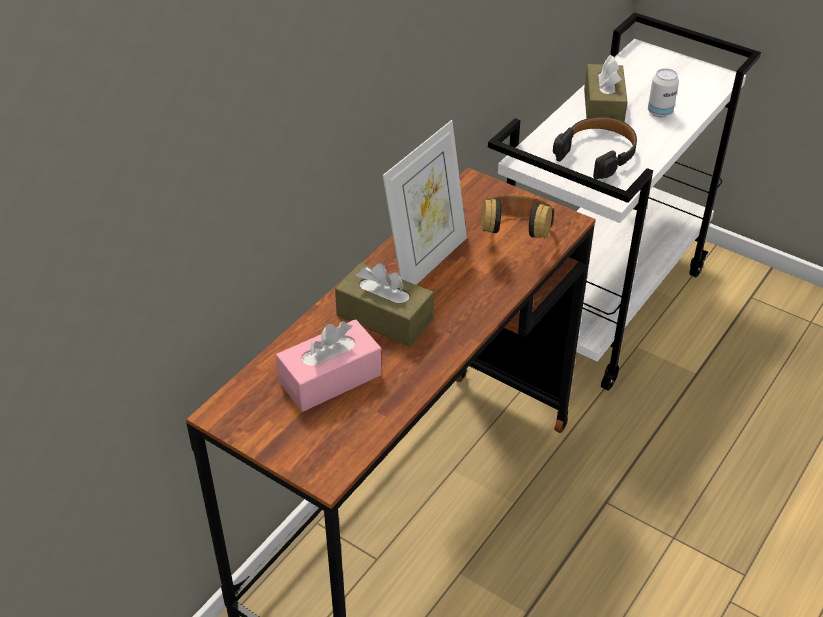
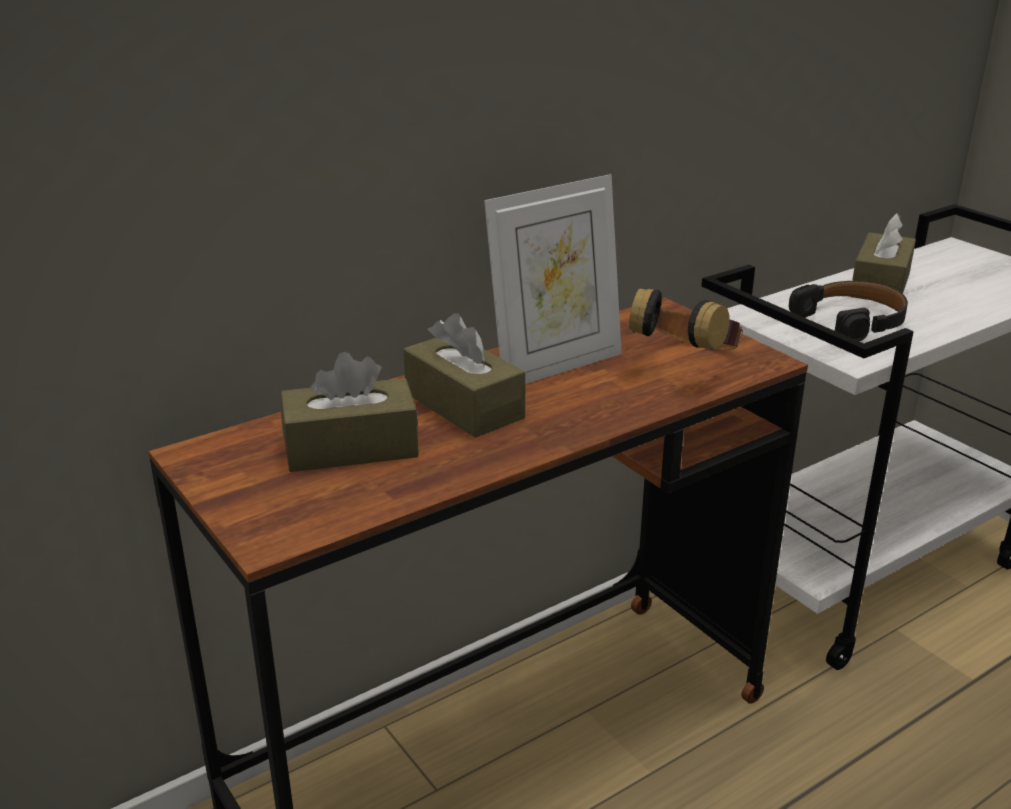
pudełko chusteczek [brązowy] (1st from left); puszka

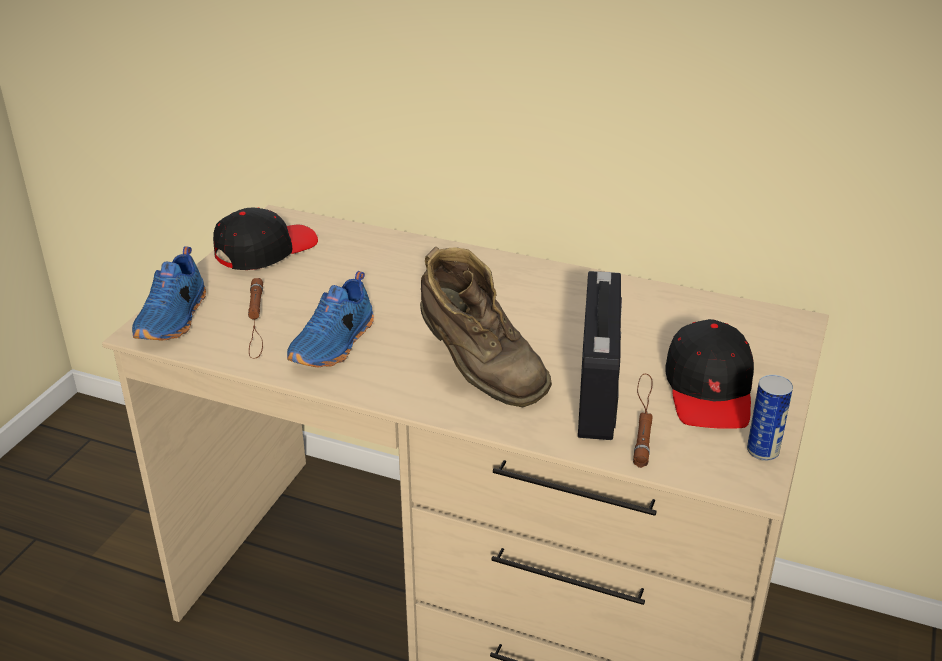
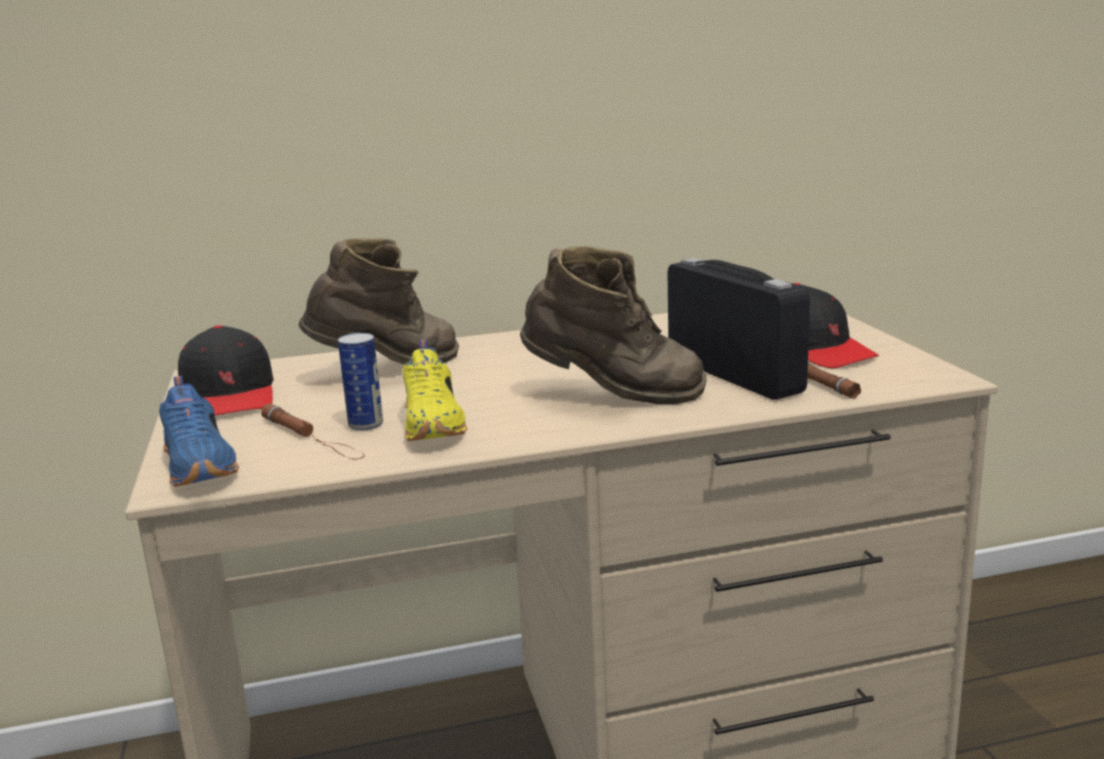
czapka z daszkiem [czarny] (1st from left); but z cholewką [brązowy] (1st from left); puszka; but [żółty]

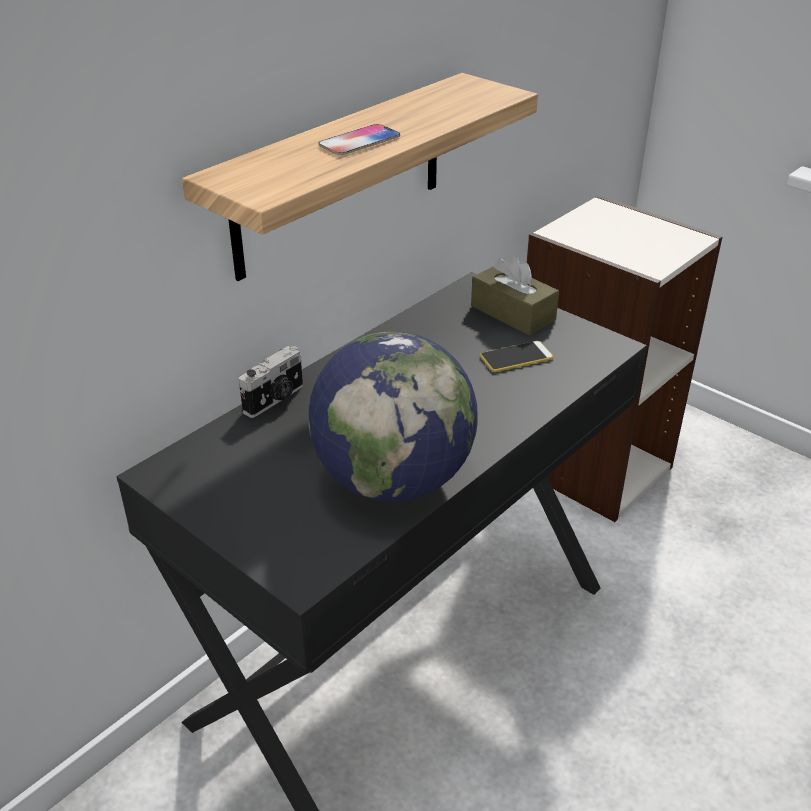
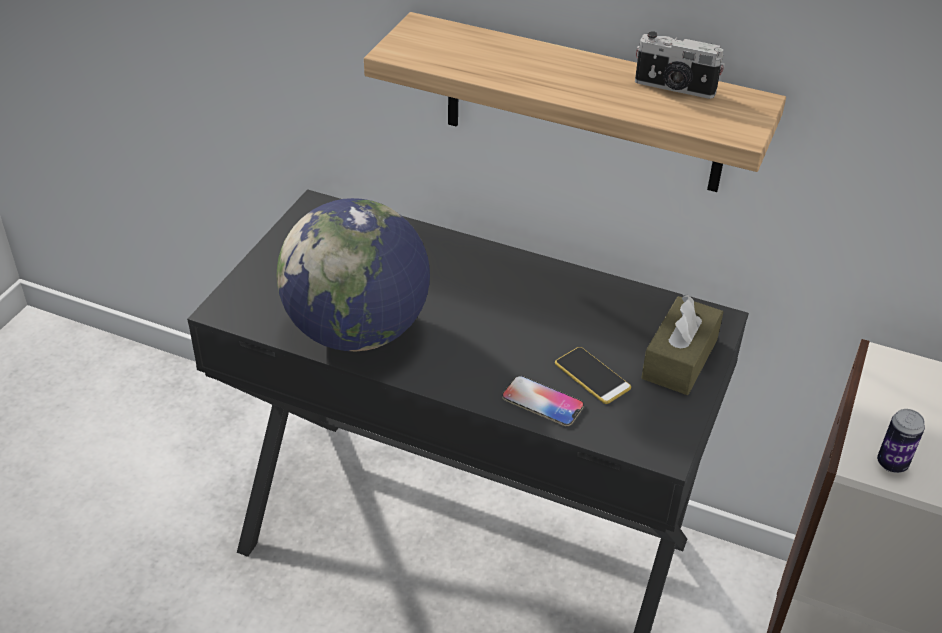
telefon (1st from left); aparat fotograficzny; puszka

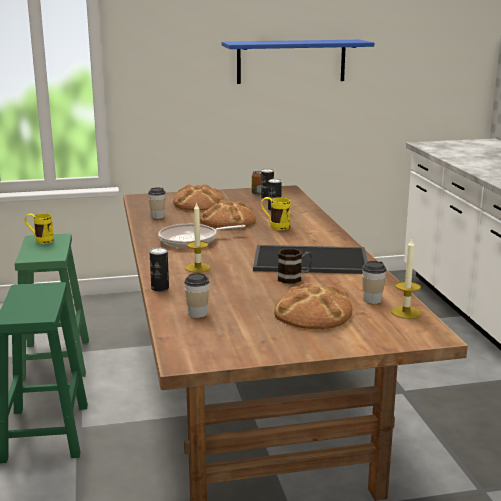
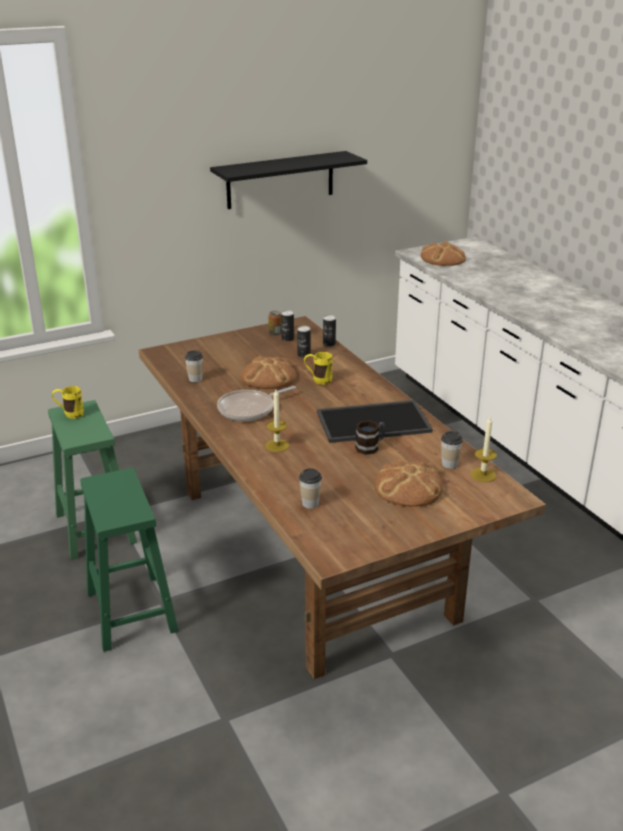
półka [czarny]; puszka (4th from left); chleb (3rd from left)

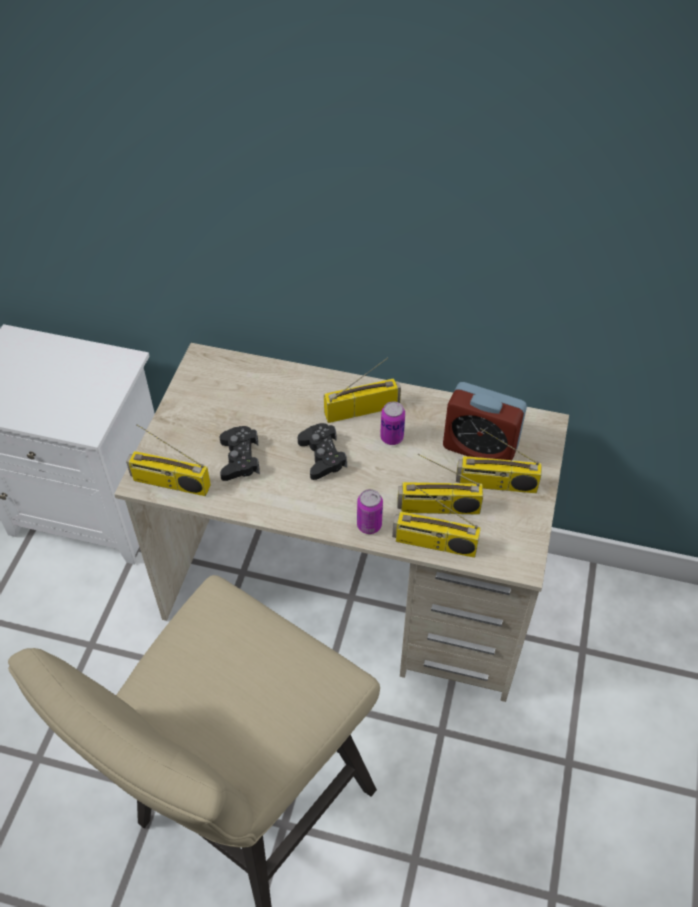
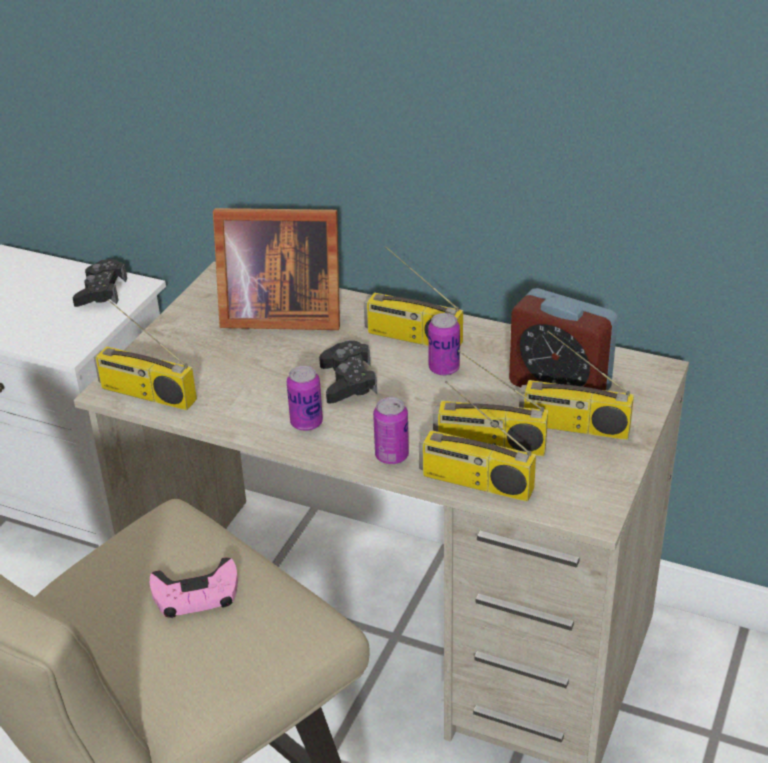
pad do gier [czarny] (1st from left); pad do gier [różowy]; ramka na zdjęcie; puszka (1st from left); radio (2nd from left)

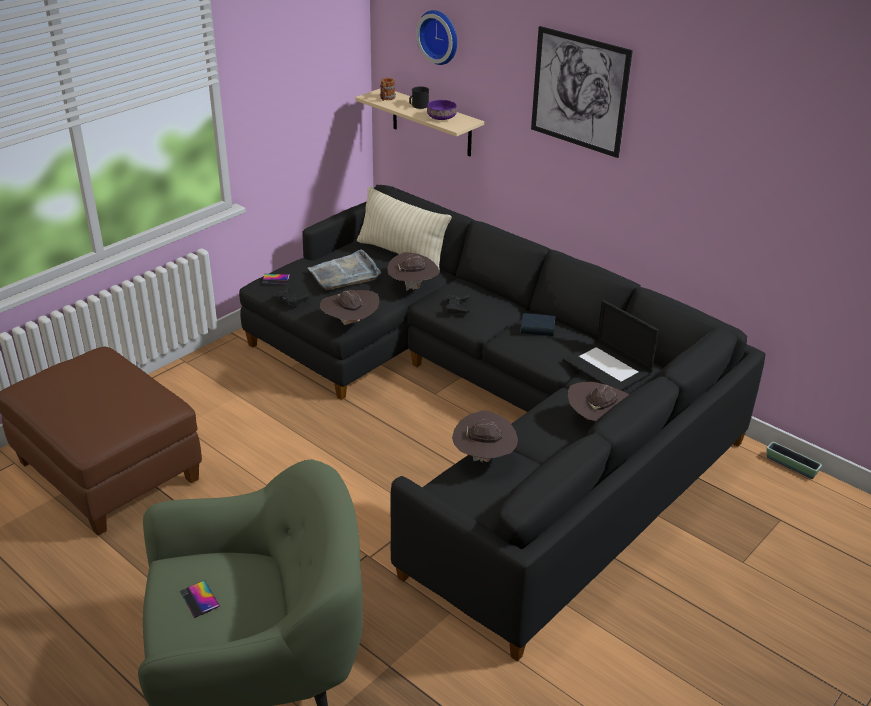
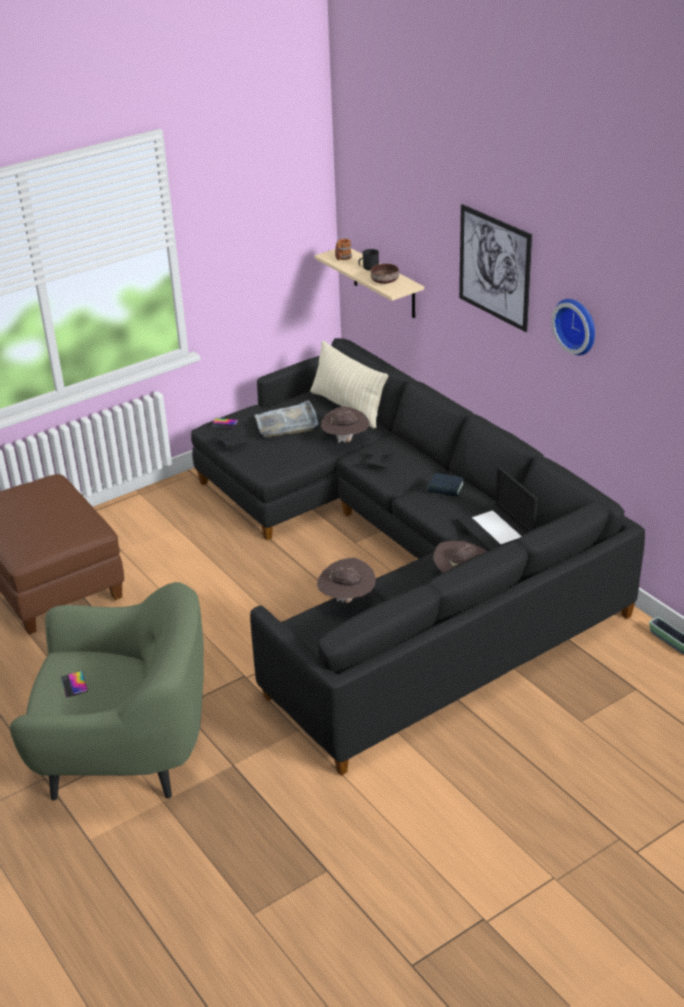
miska [brązowy]; zegar ścienny; kapelusz [brązowy] (1st from left in the first image)

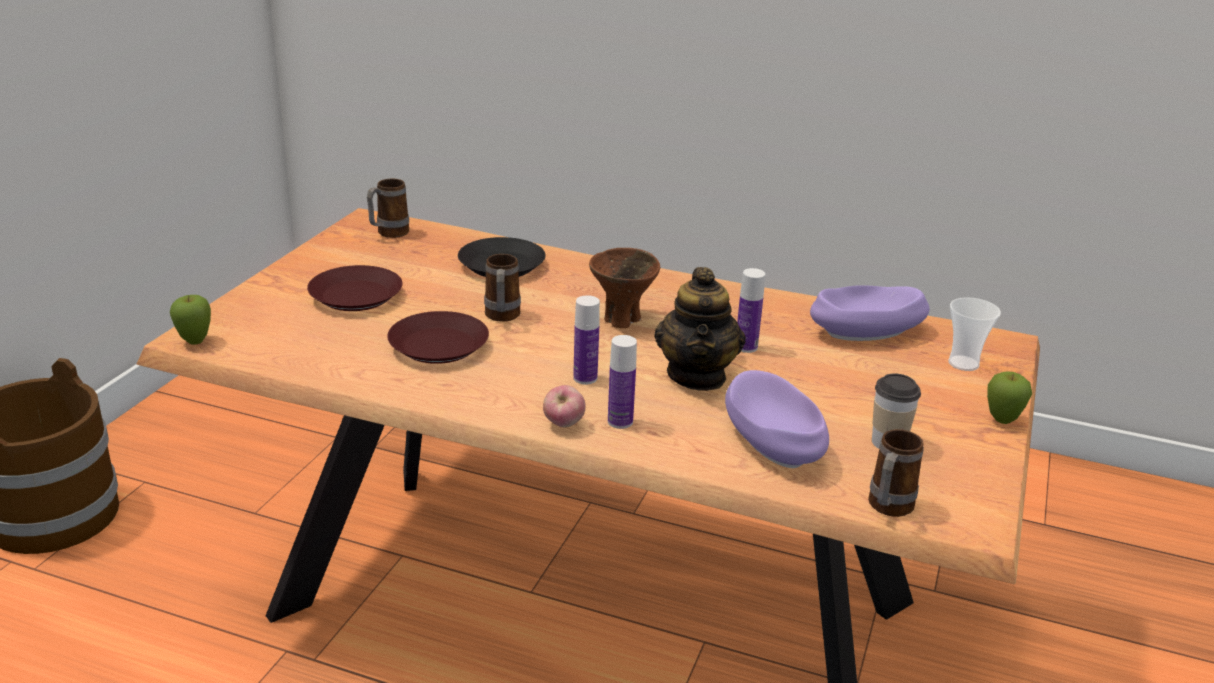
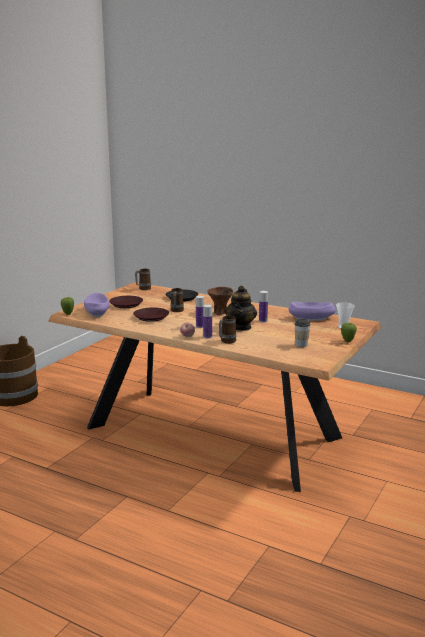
miska [fioletowy] (1st from left); kubek (3rd from left)

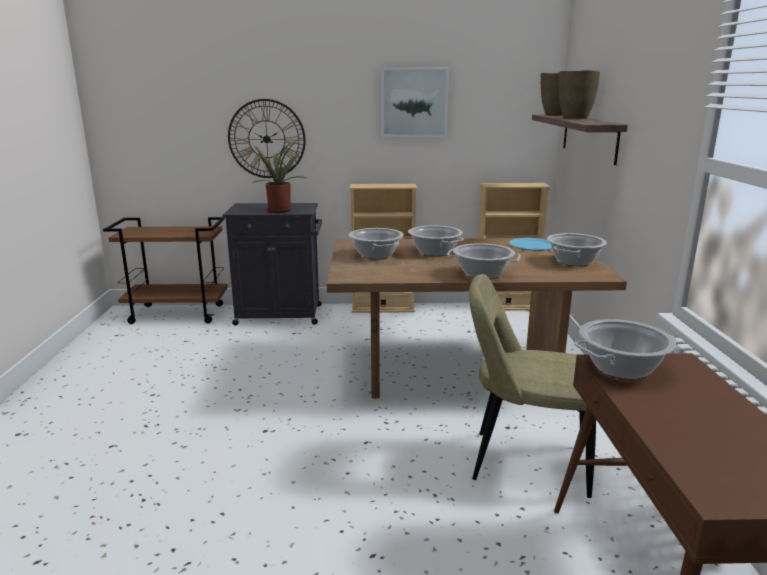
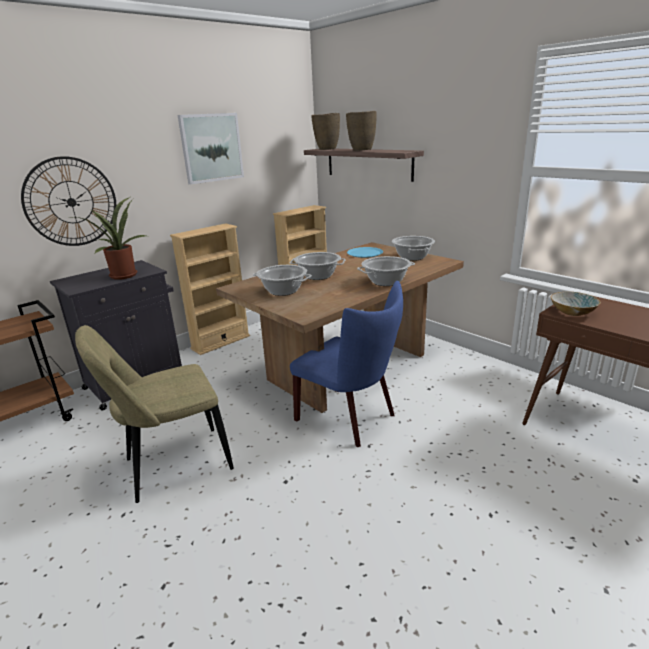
krzesło [beżowy]; krzesło [niebieski]; miska

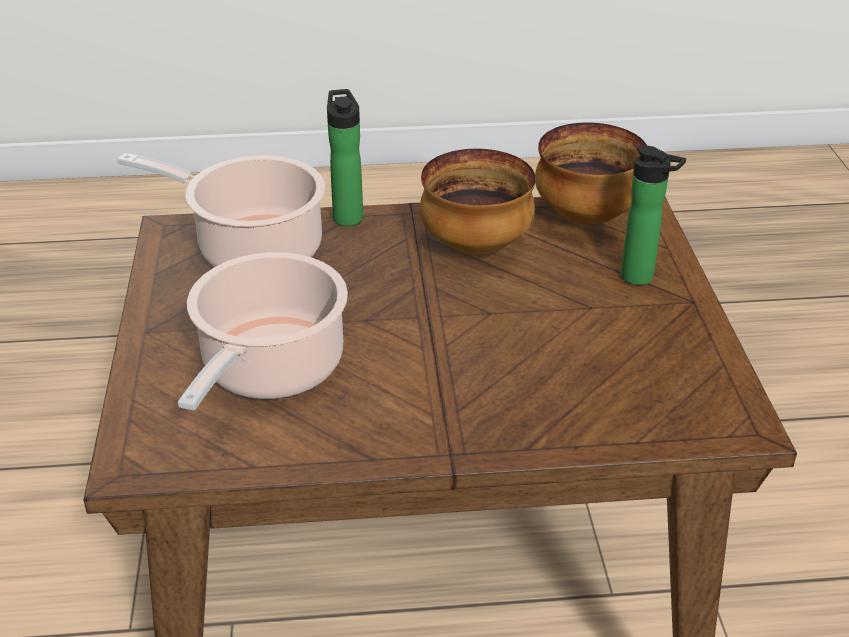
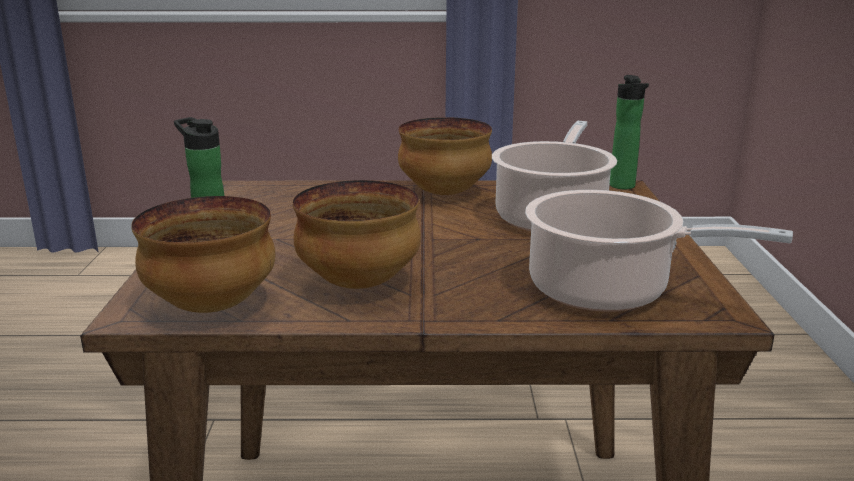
miska (3rd from left); butelka (2nd from left)

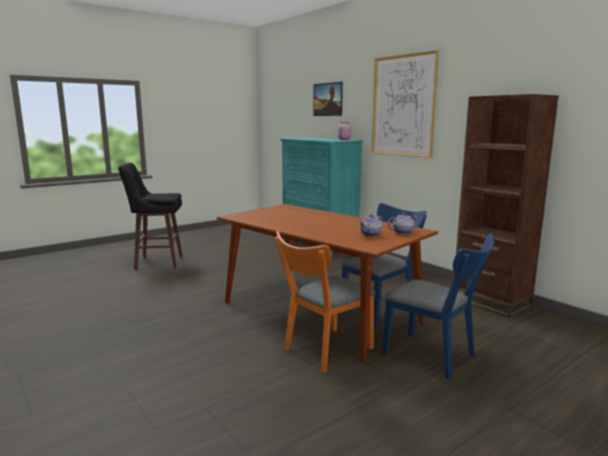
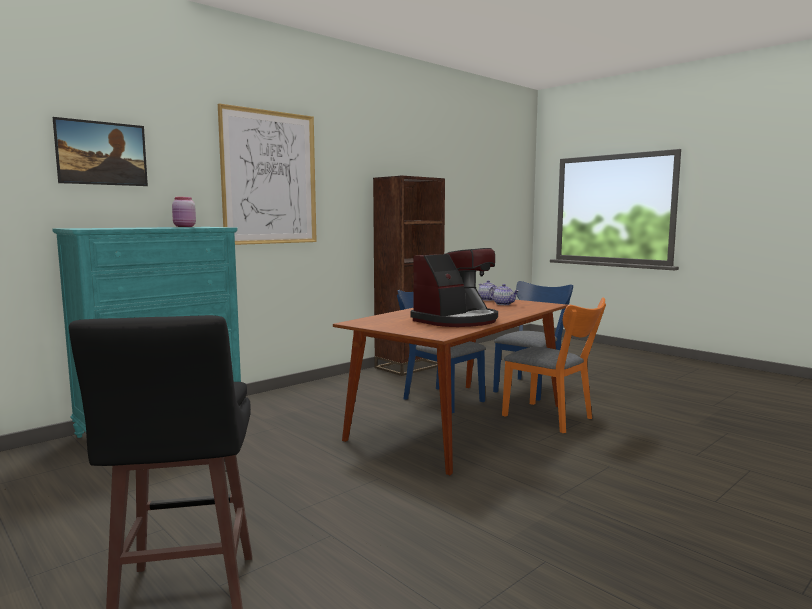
ekspres do kawy

